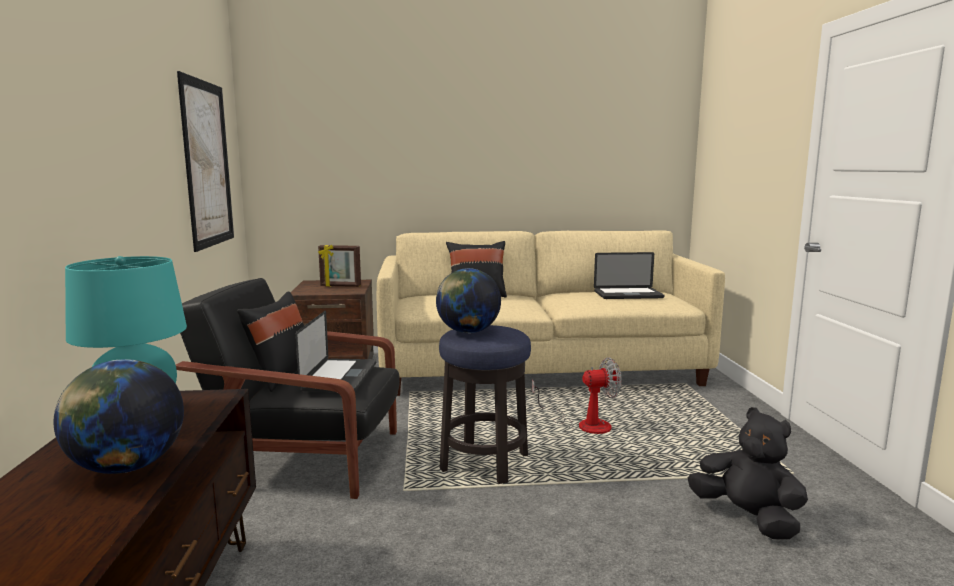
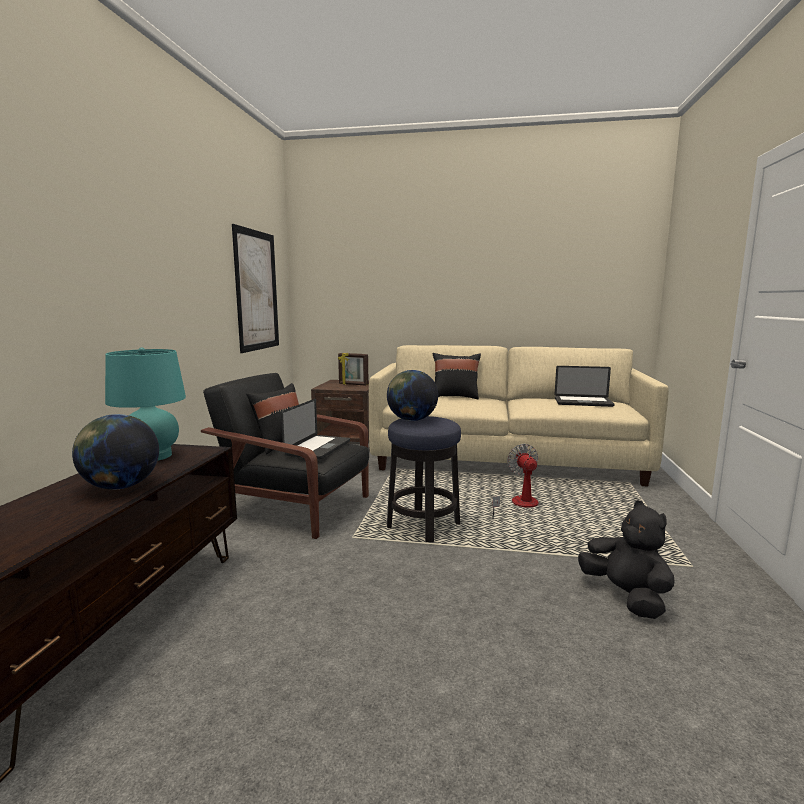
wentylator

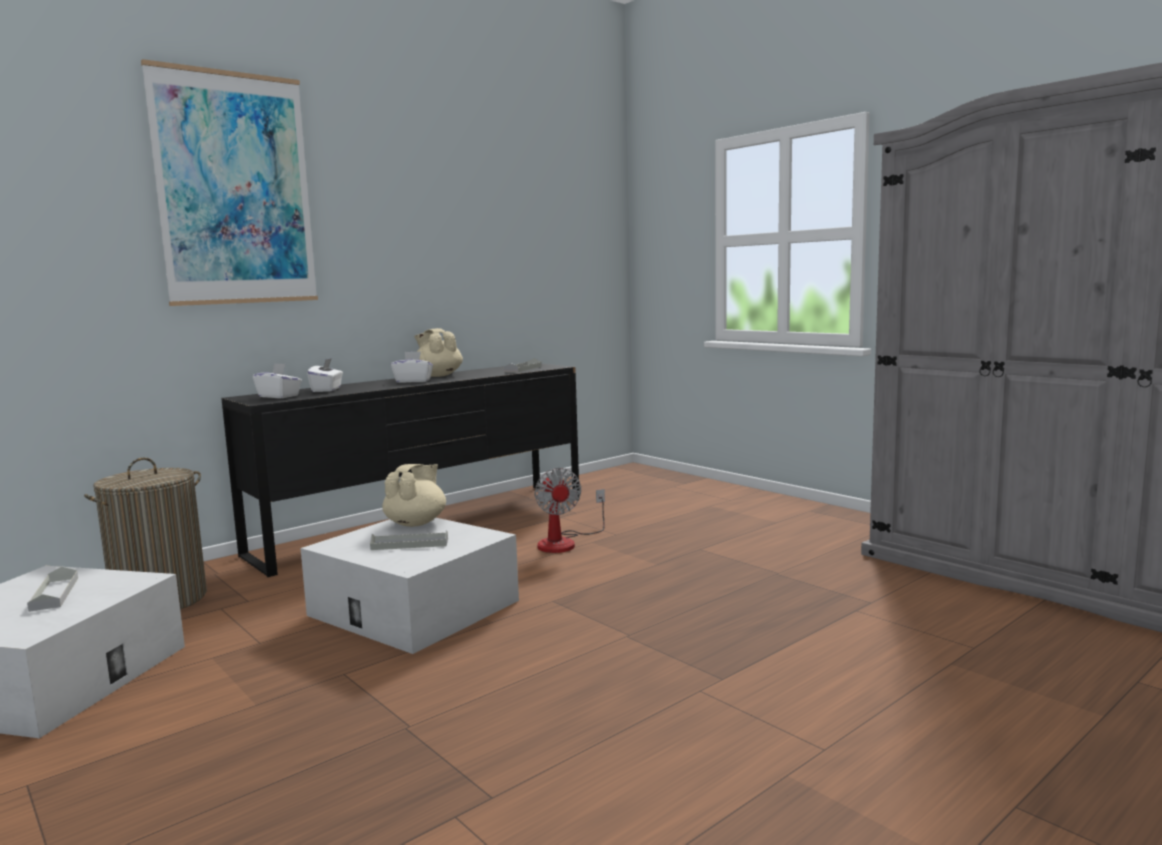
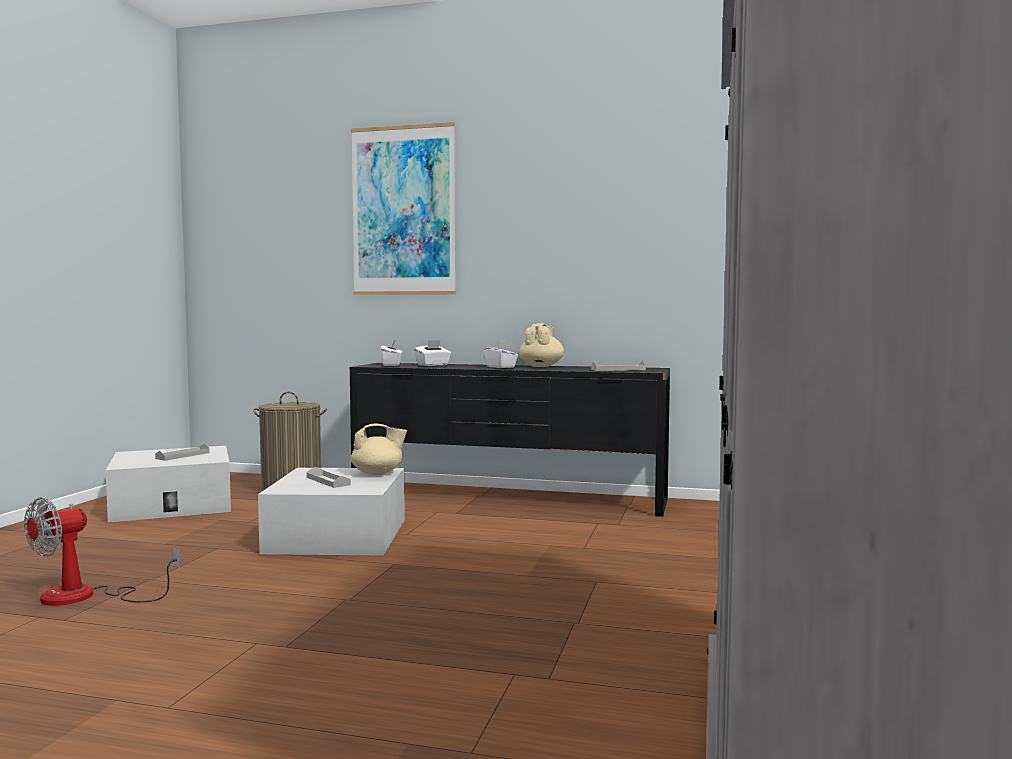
wentylator

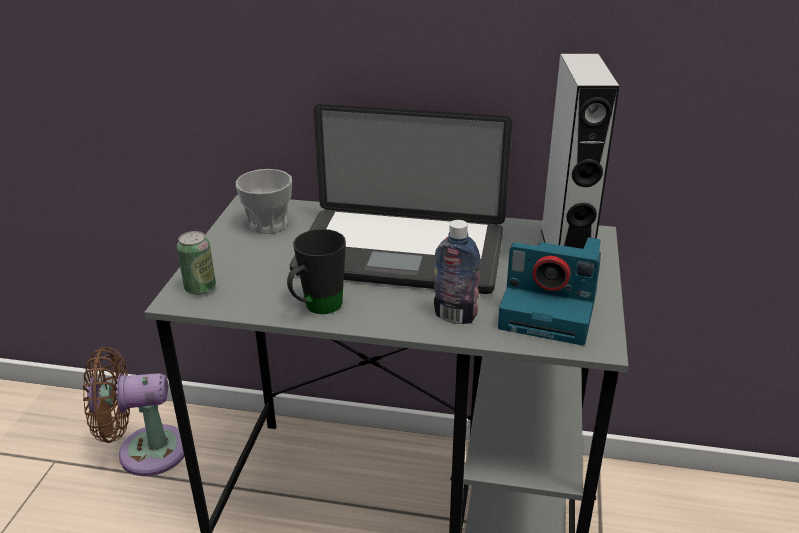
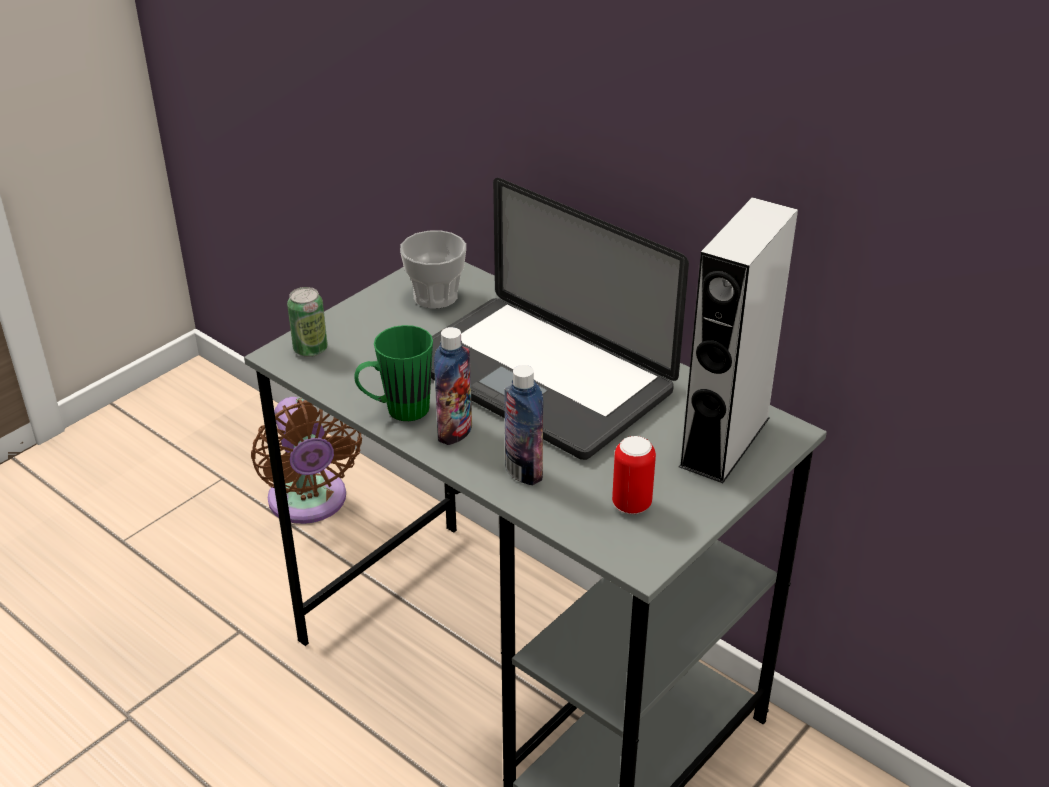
wentylator [brązowy]; kubek [zielony]; butelka (1st from left); puszka (2nd from left)

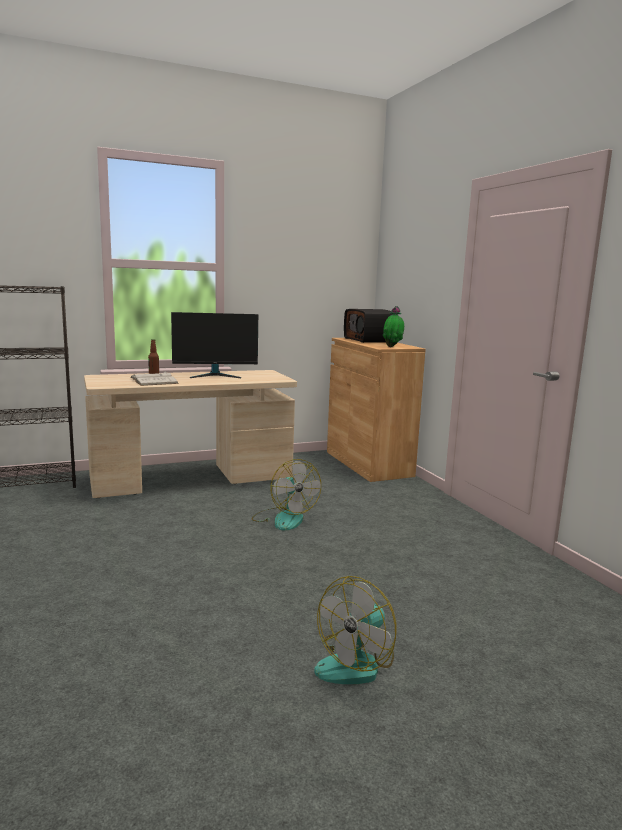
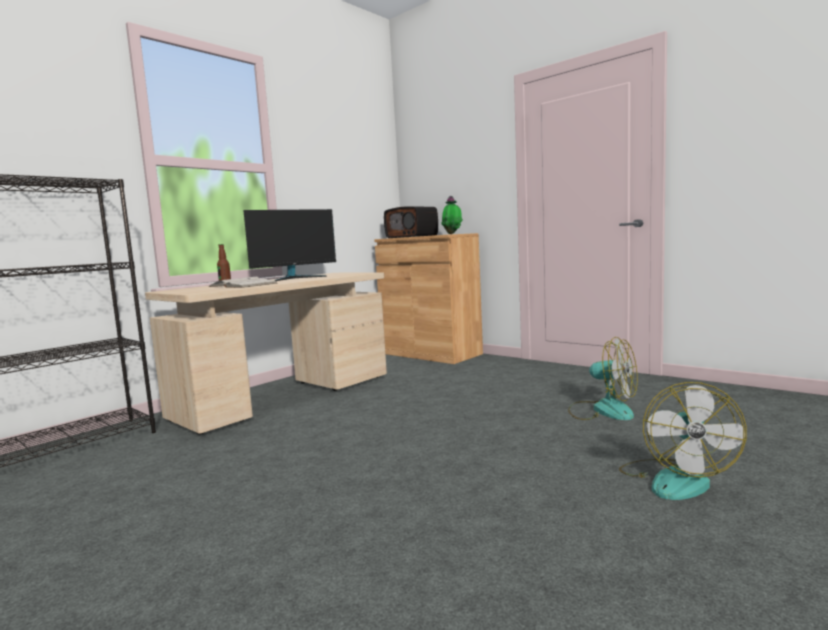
wentylator (1st from left)

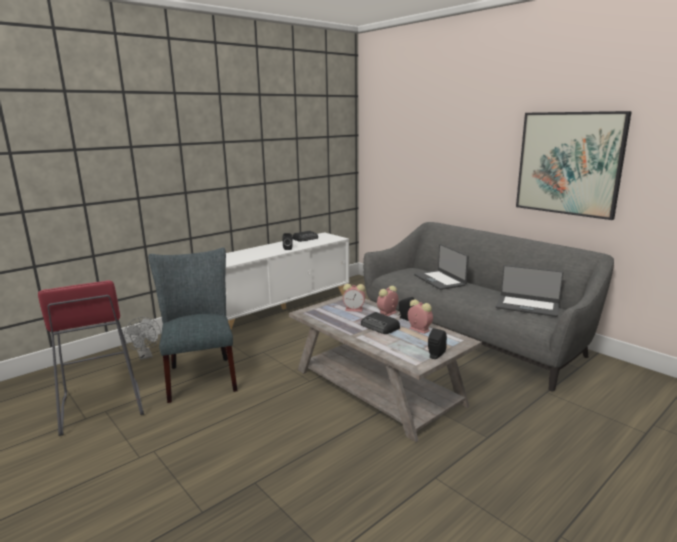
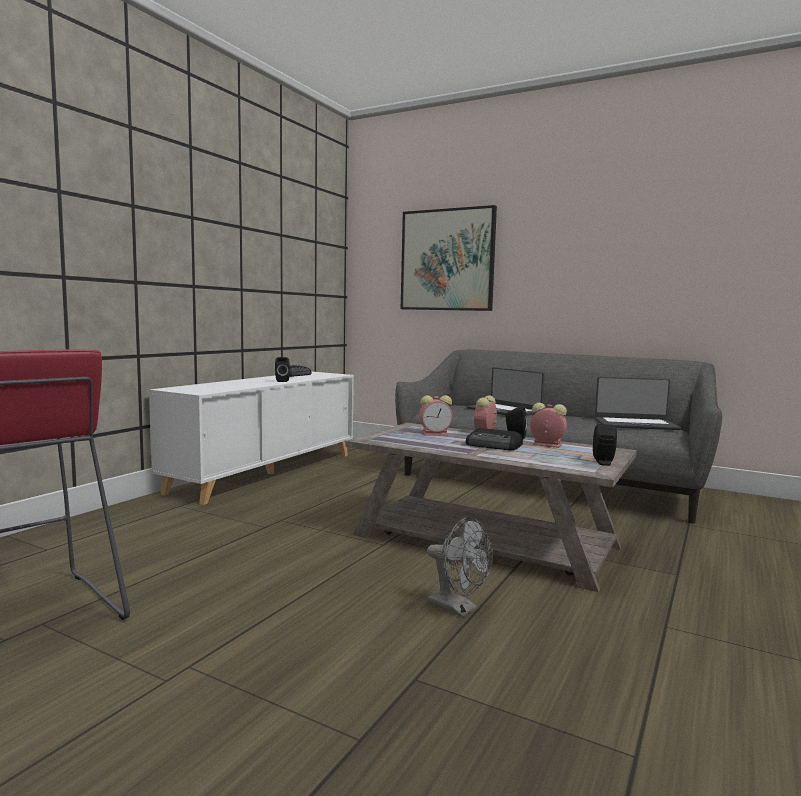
obraz; wentylator [szary]; krzesło [szary]

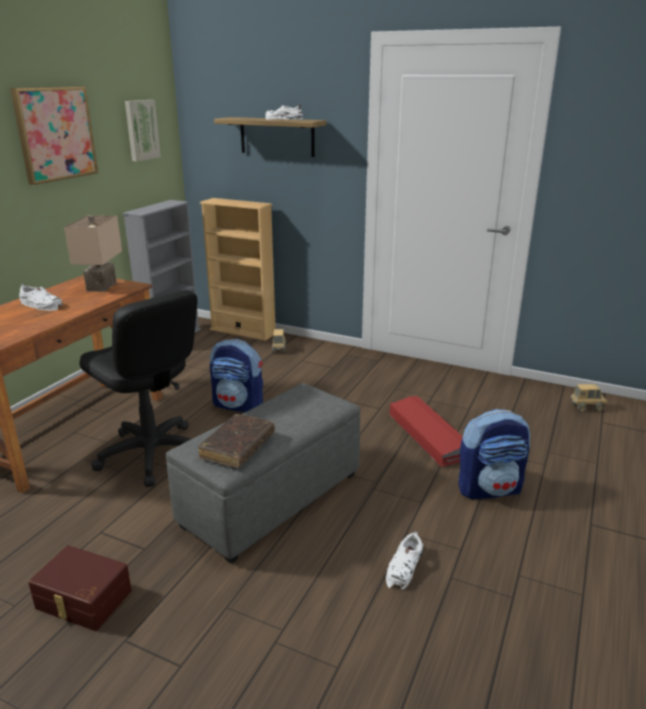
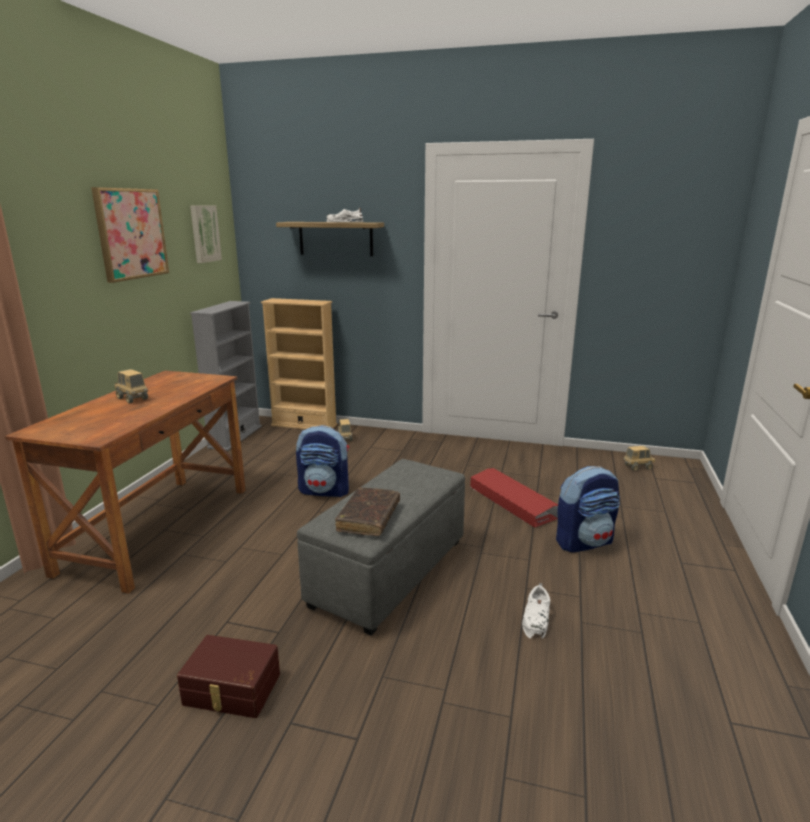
ciężarówka zabawkowa (1st from left); lampa stołowa [beżowy]; krzesło biurowe [czarny]

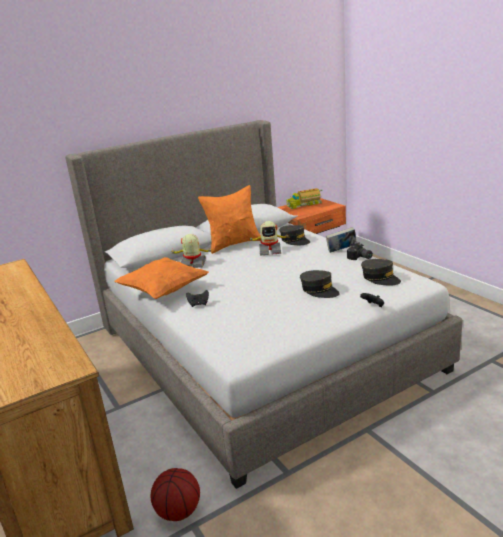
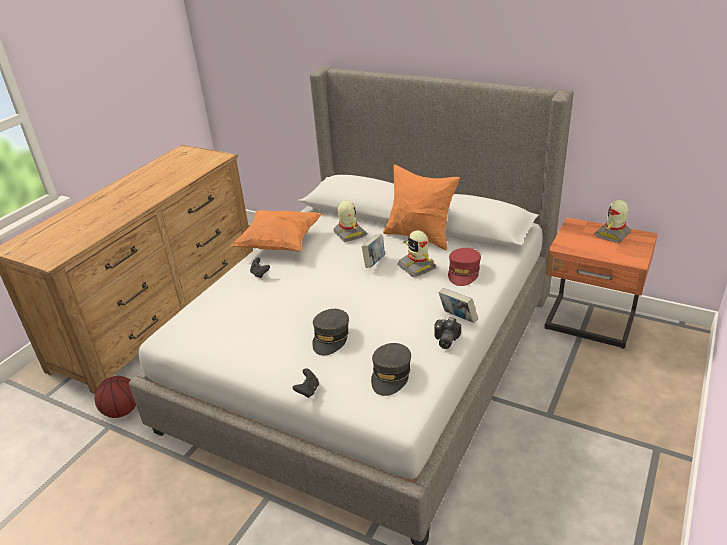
książka (1st from left); czapka z daszkiem [czerwony]; robot zabawkowy (3rd from left)

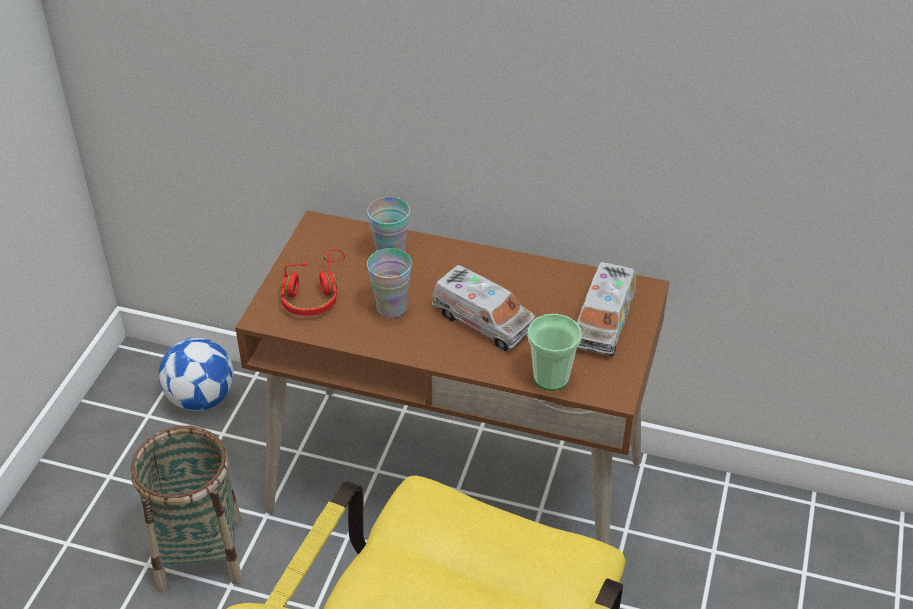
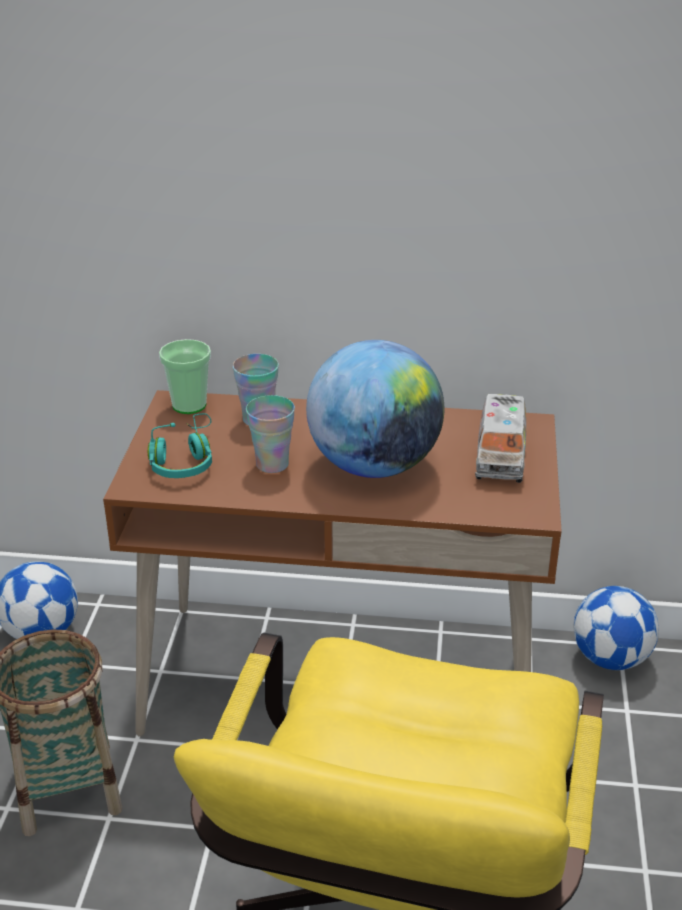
słuchawki [turkusowy]; filiżanka (1st from left); globus; piłka futbolowa (2nd from left)

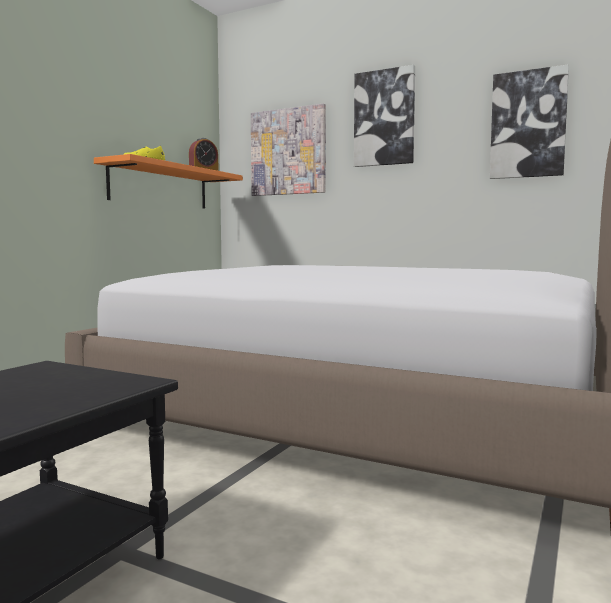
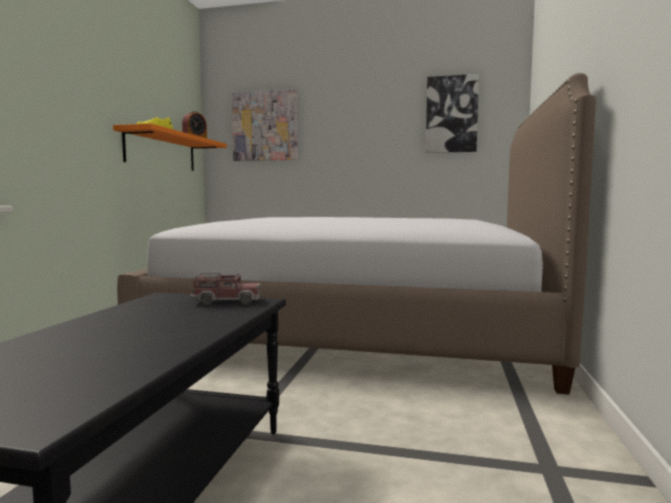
ciężarówka zabawkowa; obraz (2nd from left in the first image)

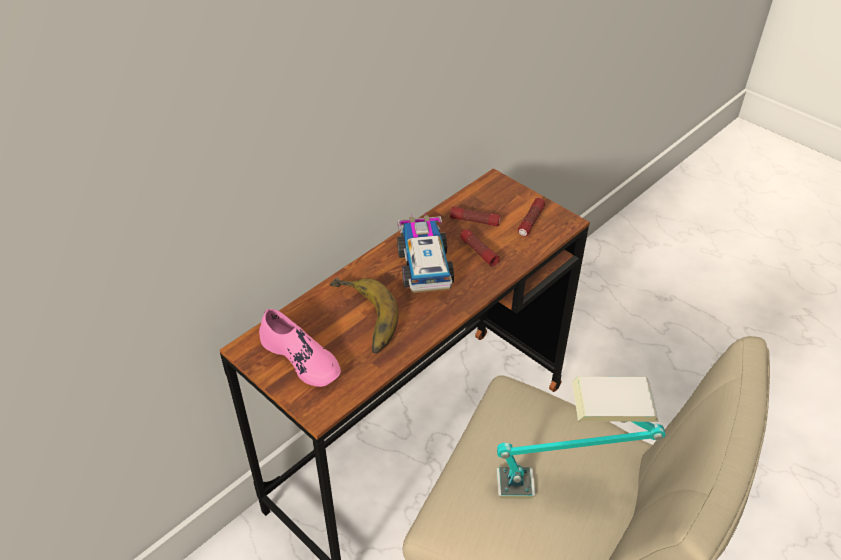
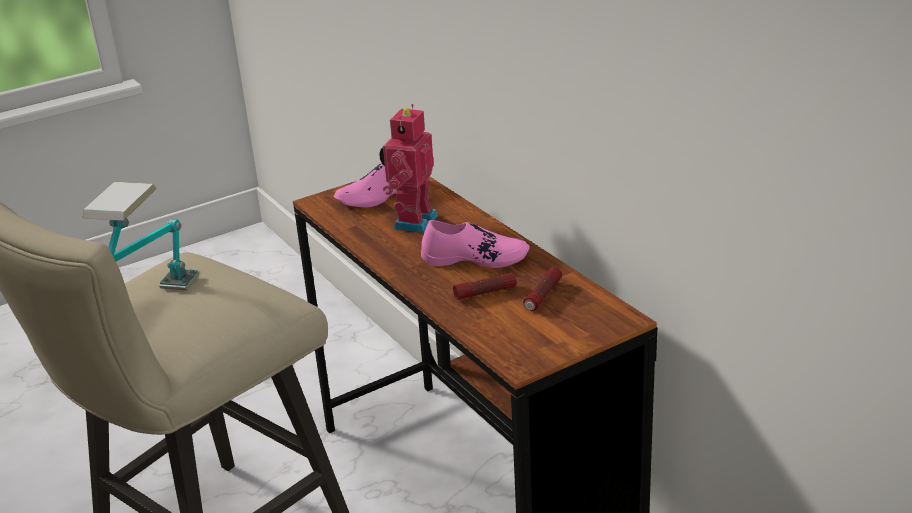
robot zabawkowy; but [różowy] (2nd from left); latarka (3rd from left in the first image)

